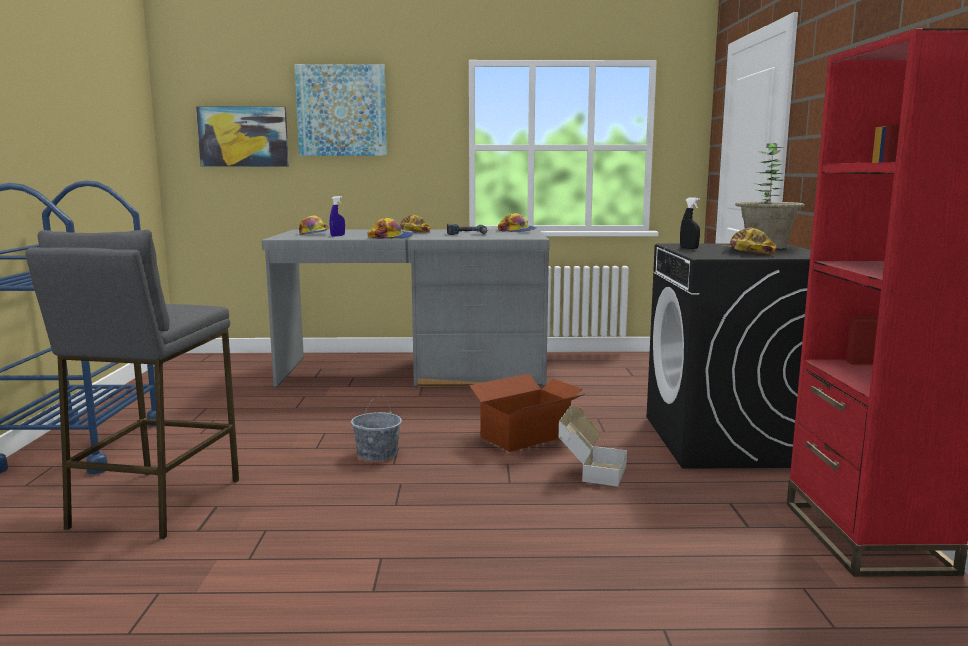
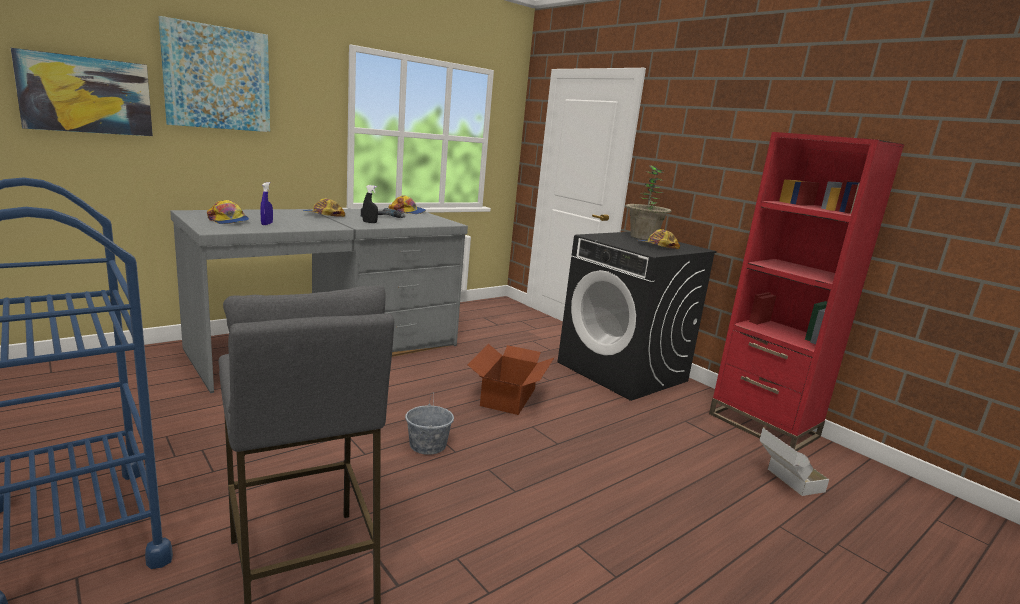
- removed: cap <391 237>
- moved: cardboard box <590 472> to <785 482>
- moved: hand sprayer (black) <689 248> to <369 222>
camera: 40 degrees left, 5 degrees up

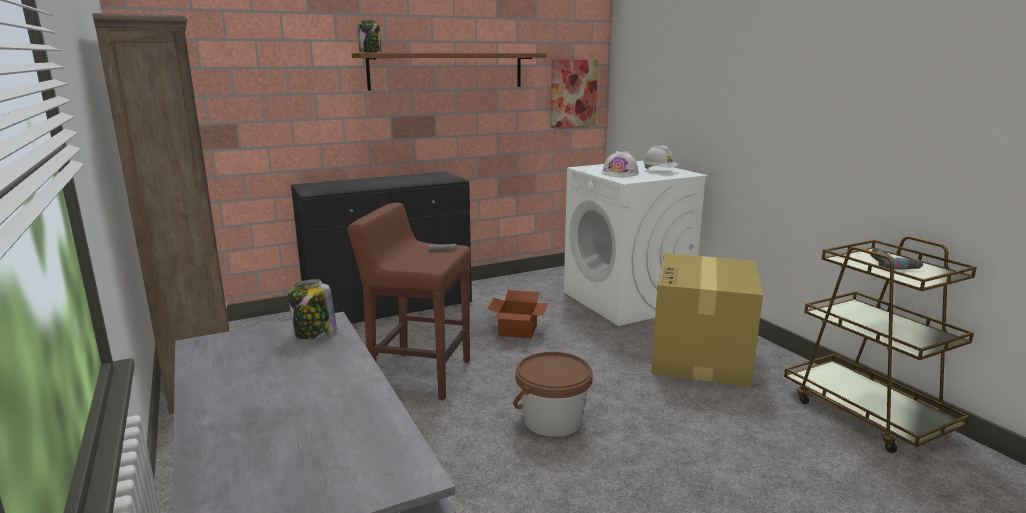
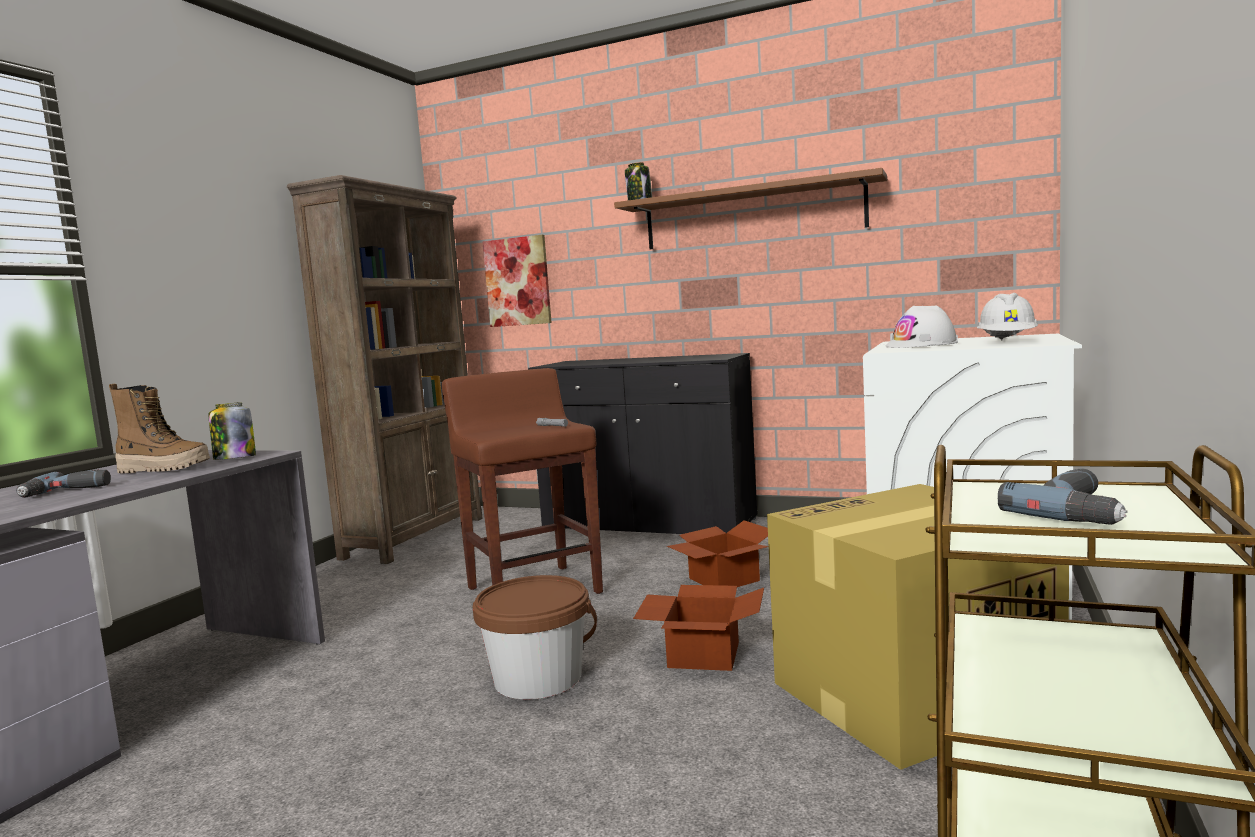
- added: power drill <66 491>
- added: tall boot <164 469>
- added: cardboard box <701 654>
- moved: wall art <573 93> to <517 281>
camera: 50 degrees right, 10 degrees down

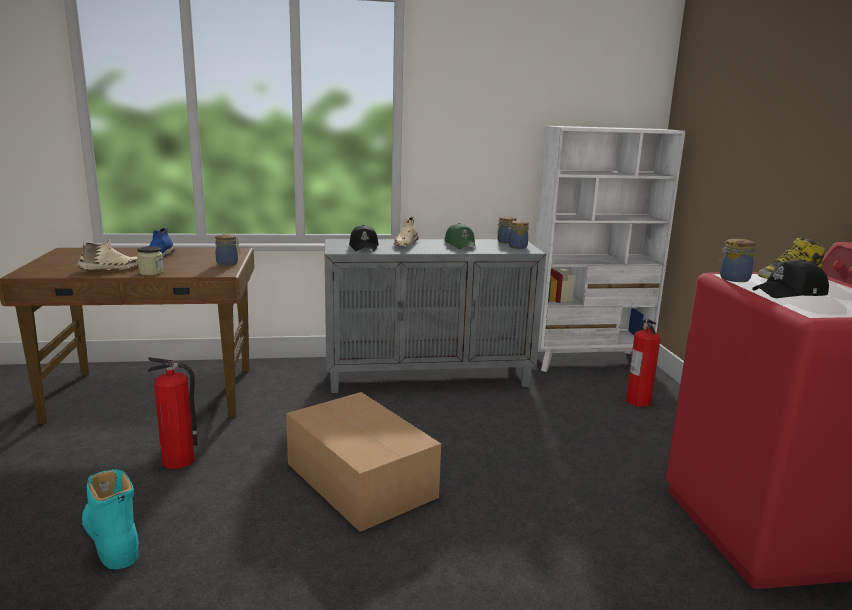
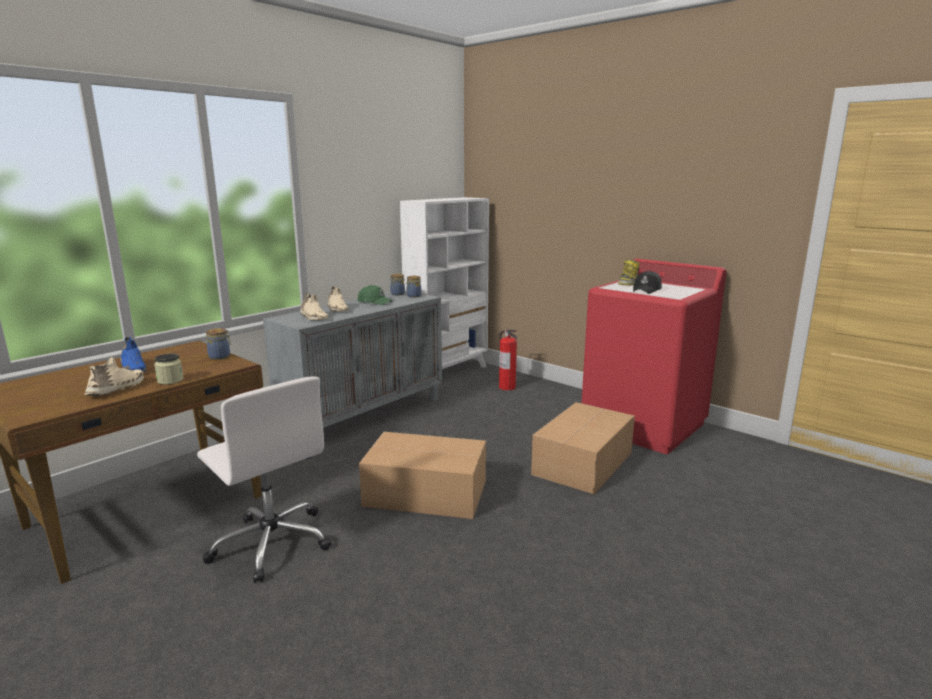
- removed: tall boot (turquoise) <111 539>
- removed: preserve jar <733 278>
- added: cardboard box <584 463>
- replaced: fire extinguisher <179 460> to desk chair (whitish) <271 542>
- replaced: cap (black) <364 247> to item of footwear (sand-coloured) <313 317>
camera: 40 degrees left, 0 degrees up

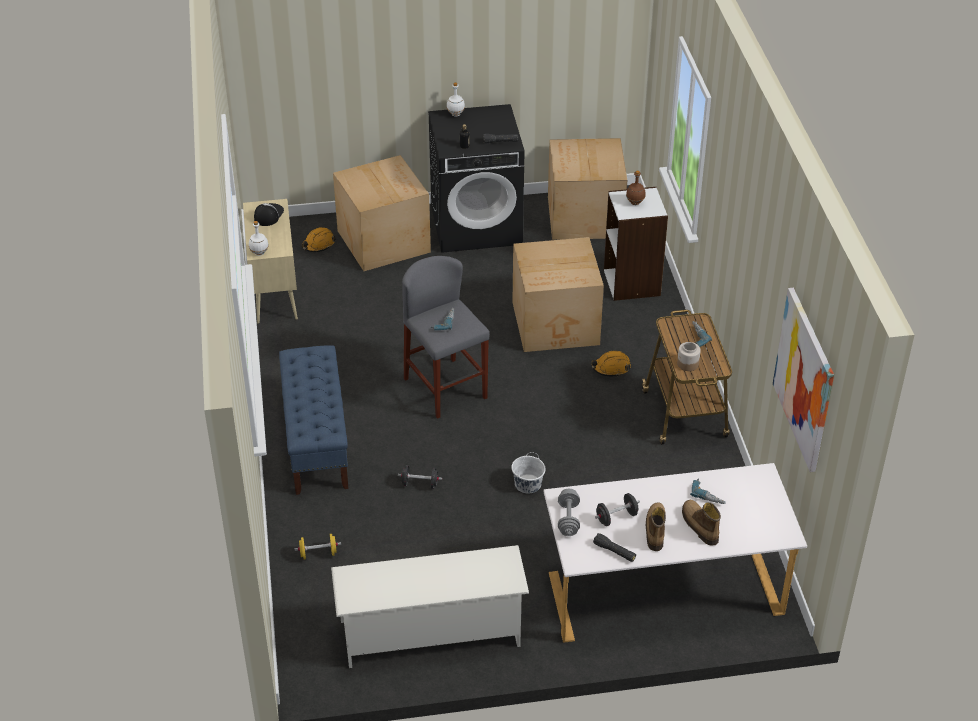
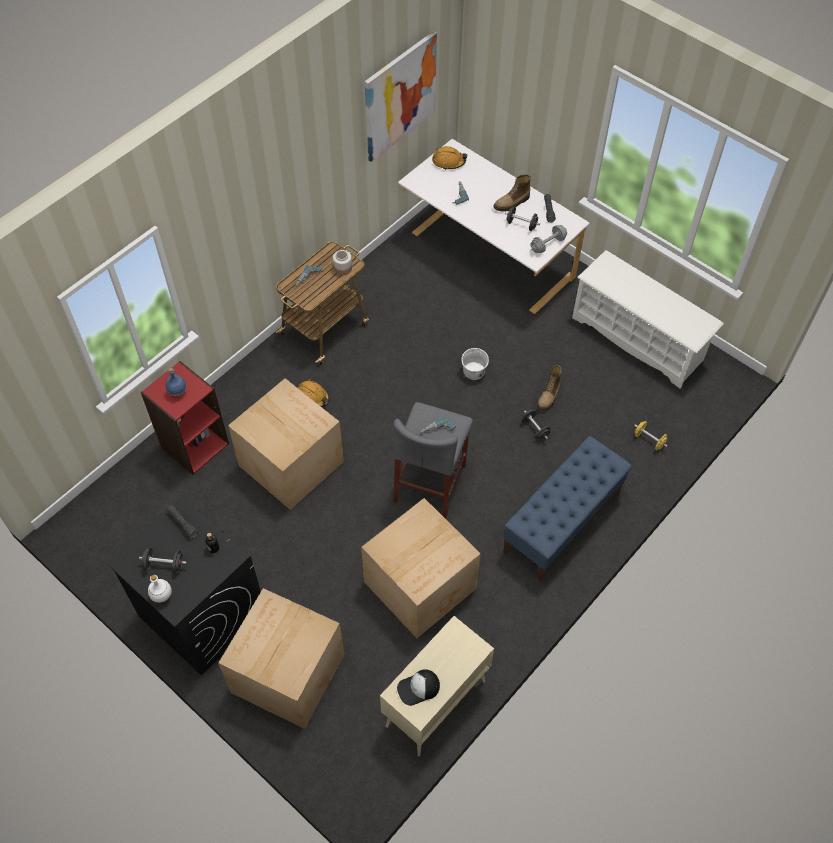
- removed: drink bottle (whitish) <259 253>
- added: hand weight (black) <164 565>
- moved: hard hat (orange) <318 244> to <448 161>
- moved: cardboard box <583 218> to <422 585>
- moved: tall boot <699 526> to <549 396>
- recoloured: bookshelf (whitish) <632 282> to bookshelf (red-coloured) <194 445>
- recoloured: drink bottle (brownish) <634 202> to drink bottle (blue) <178 392>
camera: 130 degrees left, 15 degrees up

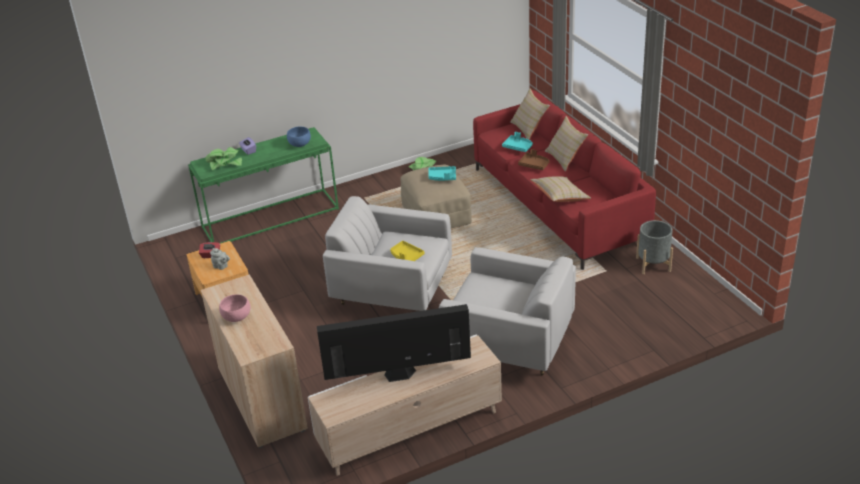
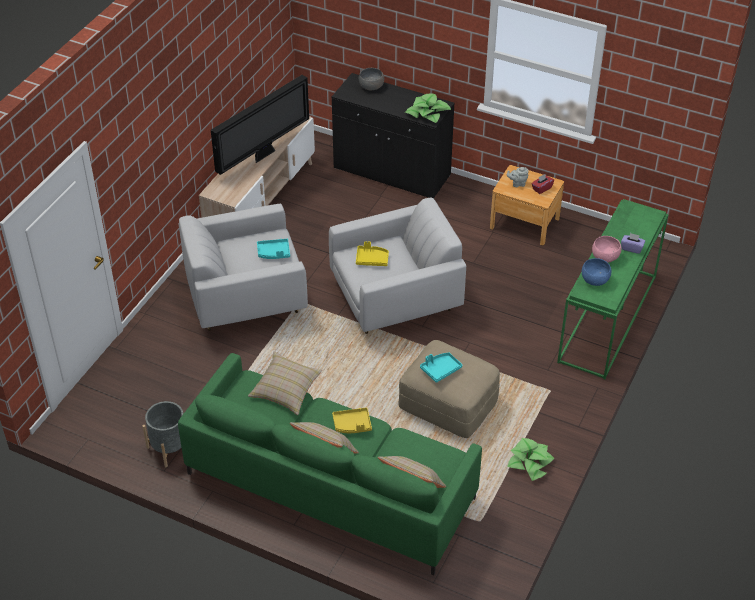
- added: serving bowl (grey) <371 86>
- moved: houseplant <224 163> to <428 113>
- moved: serving bowl (pink-coloured) <236 317> to <605 257>
- moved: tray (turquoise) <517 147> to <274 253>
- recoloured: cabinet (sand-coloured) <262 399> to cabinet (black) <392 172>
- recoloured: settee (red-coloured) <557 206> to settee (green-coloured) <331 485>
- recoloured: tray (brownish) <534 165> to tray (yellow) <352 425>
camera: 140 degrees right, 10 degrees up

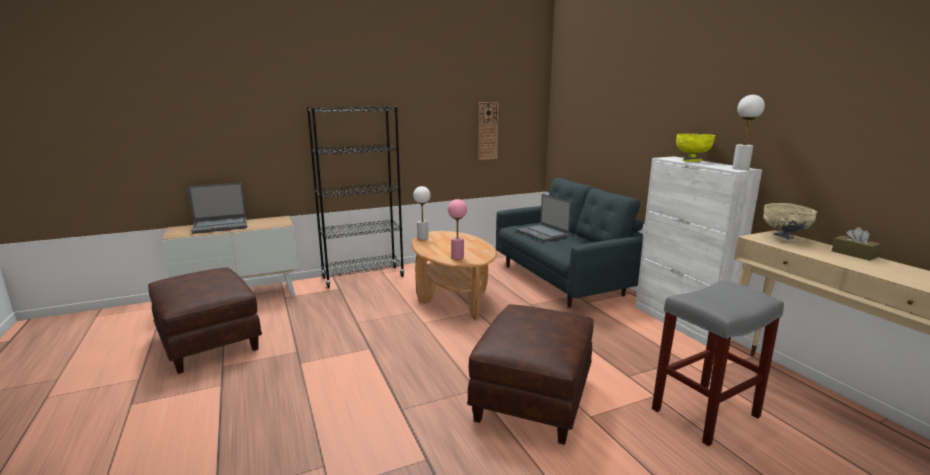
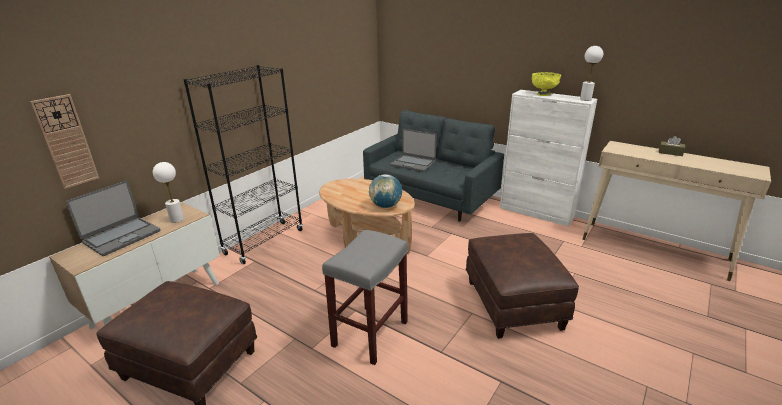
- removed: serving bowl (sand-coloured) <783 239>
- moved: tabletop lamp (whitish) <422 238> to <176 219>
- moved: wall clock <487 131> to <66 142>
- moved: stool seat (grey) <705 412> to <370 333>
- replaced: tabletop lamp (pink-coloured) <457 257> to globe <385 206>
camera: 30 degrees left, 10 degrees up

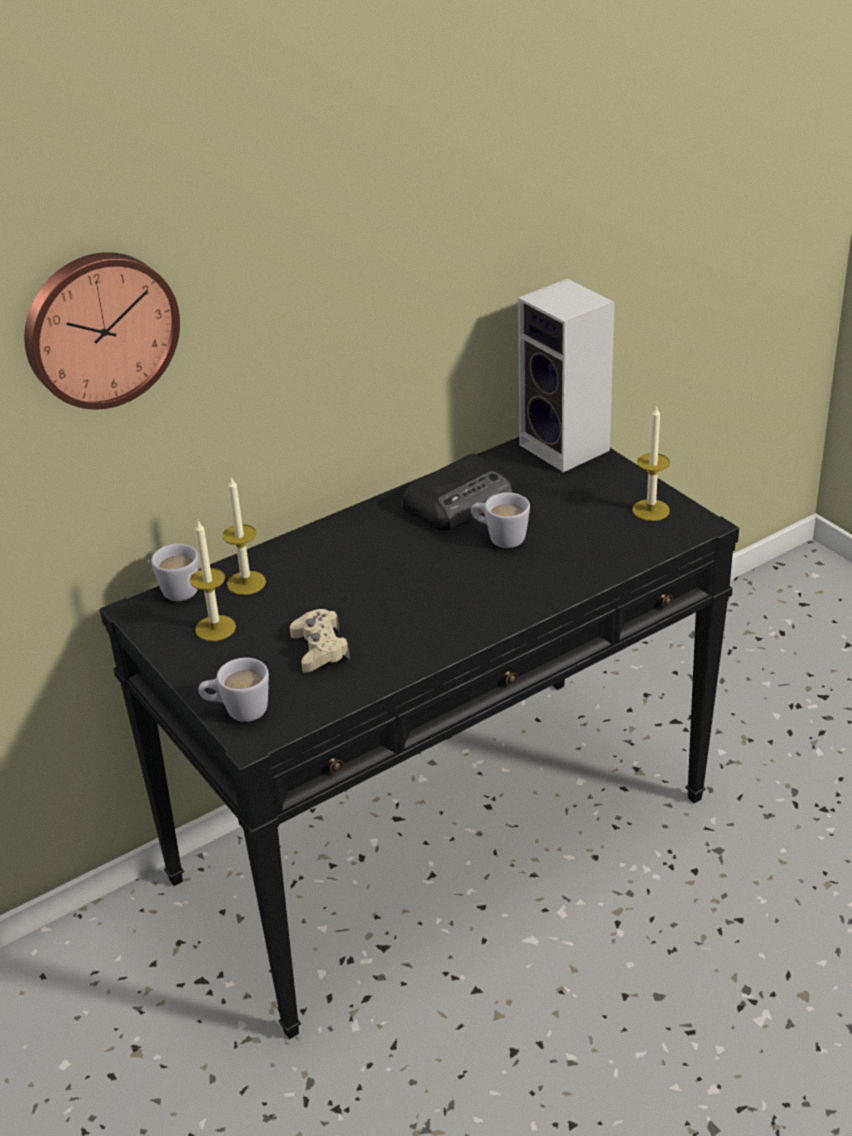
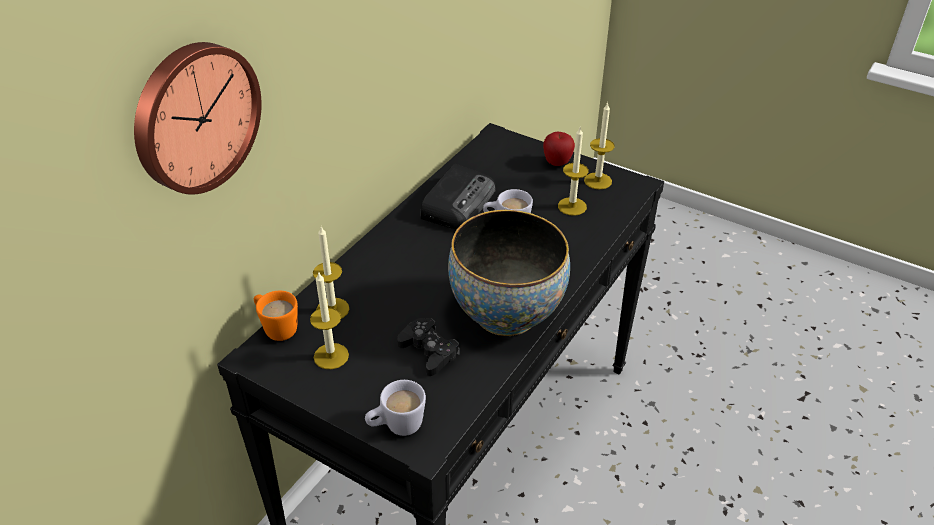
- removed: audio speaker <568 448>
- added: serving bowl <506 314>
- added: apple <557 163>
- added: wax candle <572 206>
- recoloured: coffee mug (whitish) <178 588> to coffee mug (orange) <276 328>
- recoloured: gamepad (sand-coloured) <320 648> to gamepad (black) <429 351>
camera: 25 degrees left, 5 degrees up

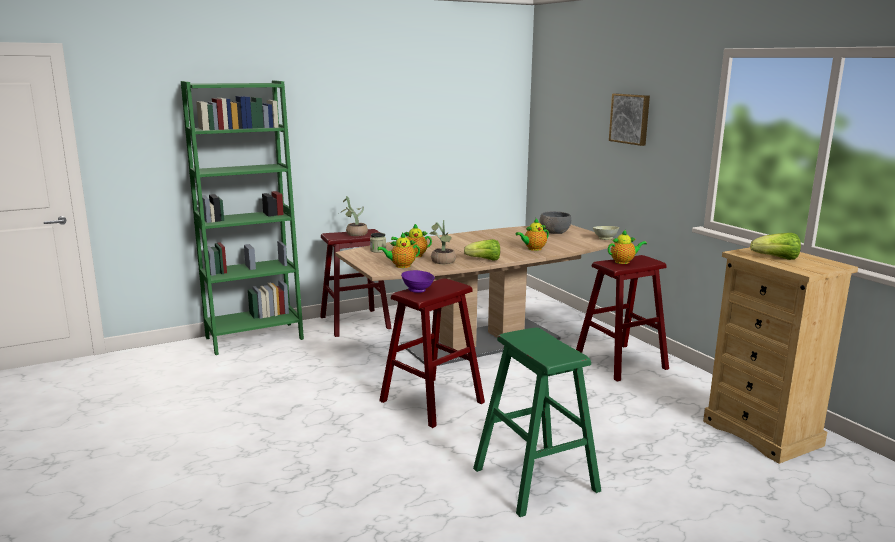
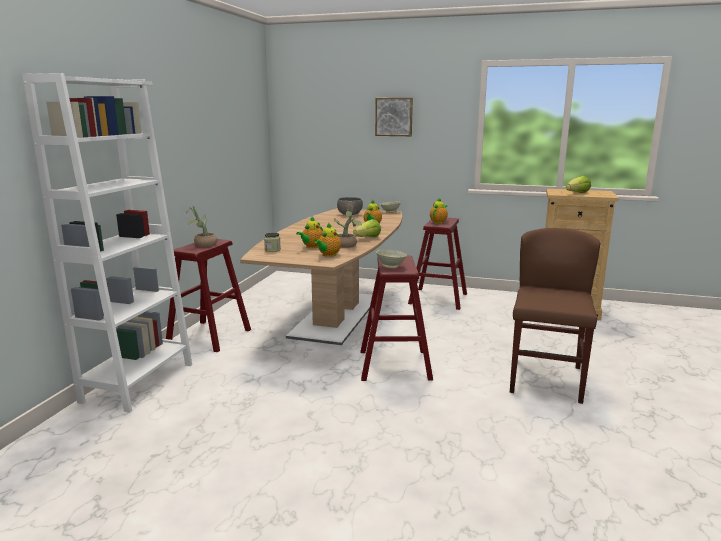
- replaced: stool seat (green-coloured) <535 480> to plain chair (brownish) <545 379>
- recoloured: bookshelf (green-coloured) <254 338> to bookshelf (whitish) <138 382>
- recoloured: serving bowl (purplish) <417 290> to serving bowl (sand-coloured) <391 267>
camera: 45 degrees left, 0 degrees up

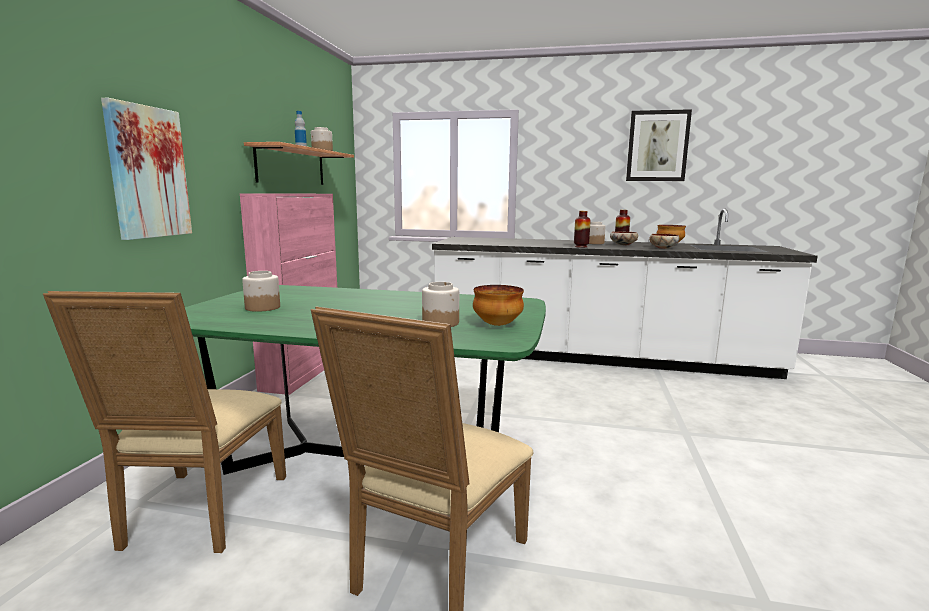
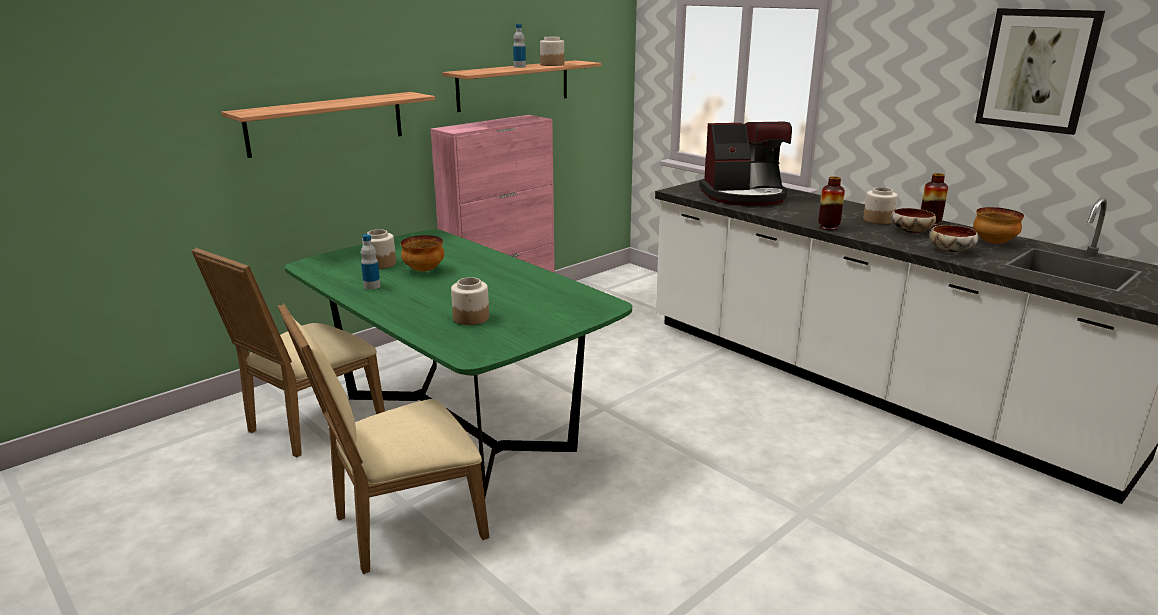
- added: drink bottle <372 286>
- added: coffee maker <744 196>
- moved: serving bowl <497 324> to <424 270>
- replaced: wall art <148 172> to wall shelf <326 123>
camera: 35 degrees right, 10 degrees up

